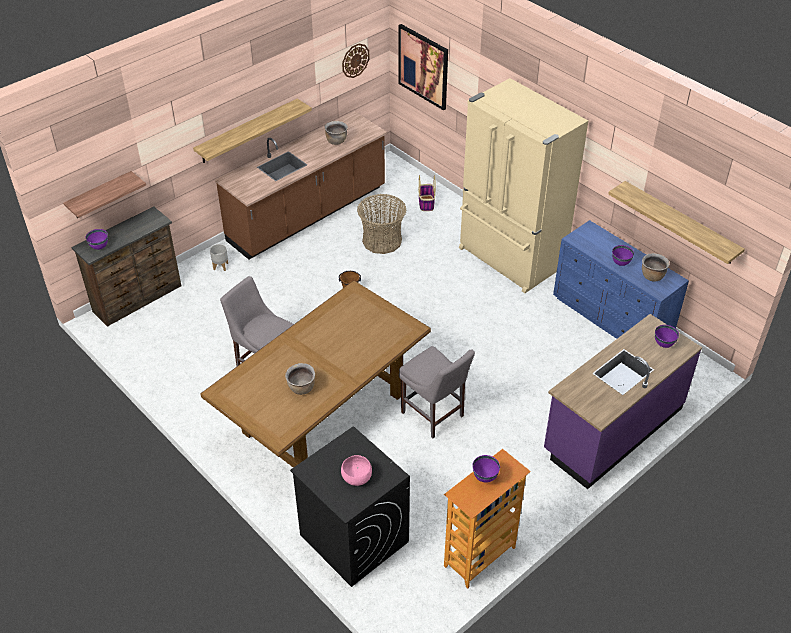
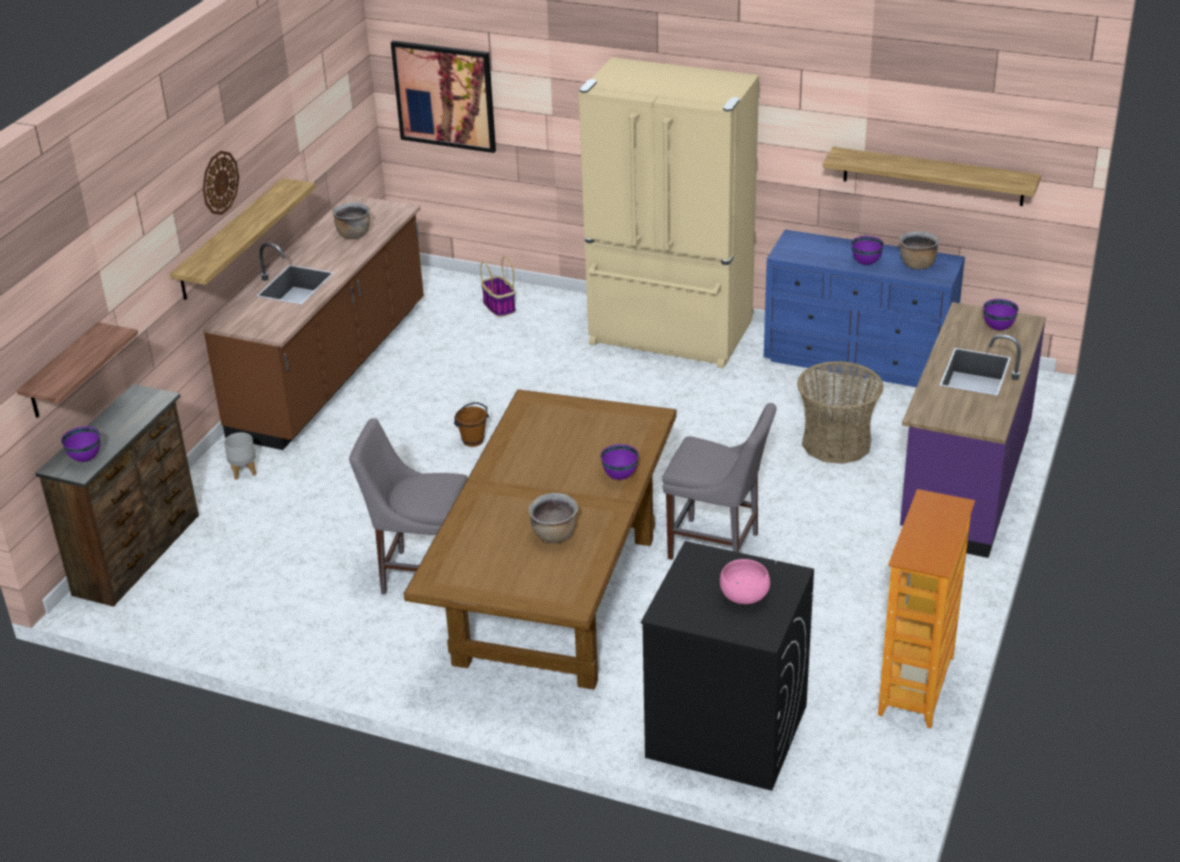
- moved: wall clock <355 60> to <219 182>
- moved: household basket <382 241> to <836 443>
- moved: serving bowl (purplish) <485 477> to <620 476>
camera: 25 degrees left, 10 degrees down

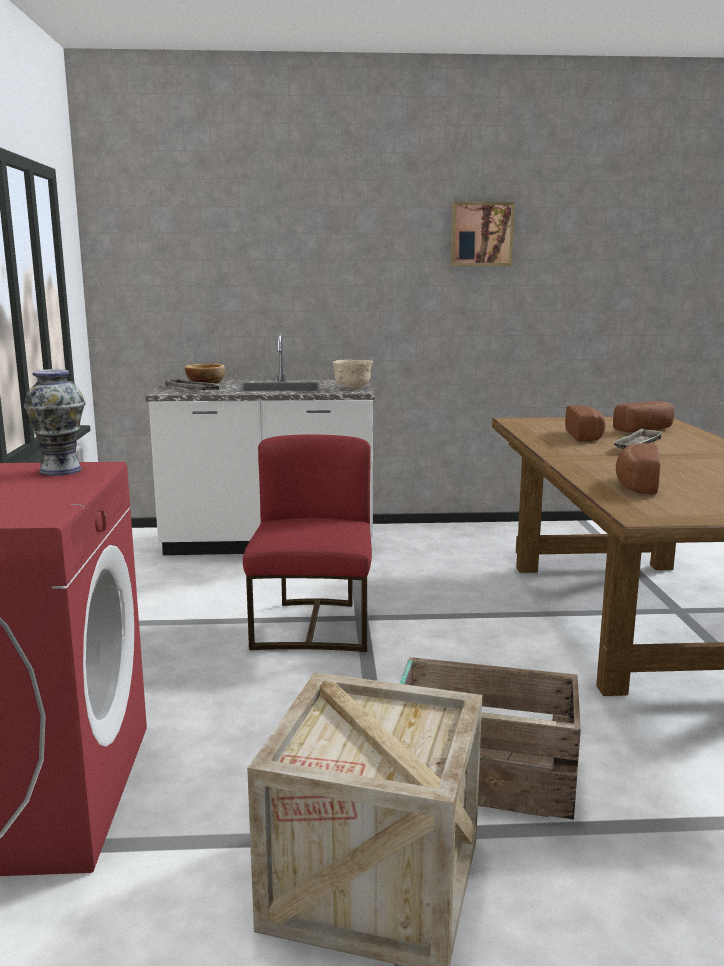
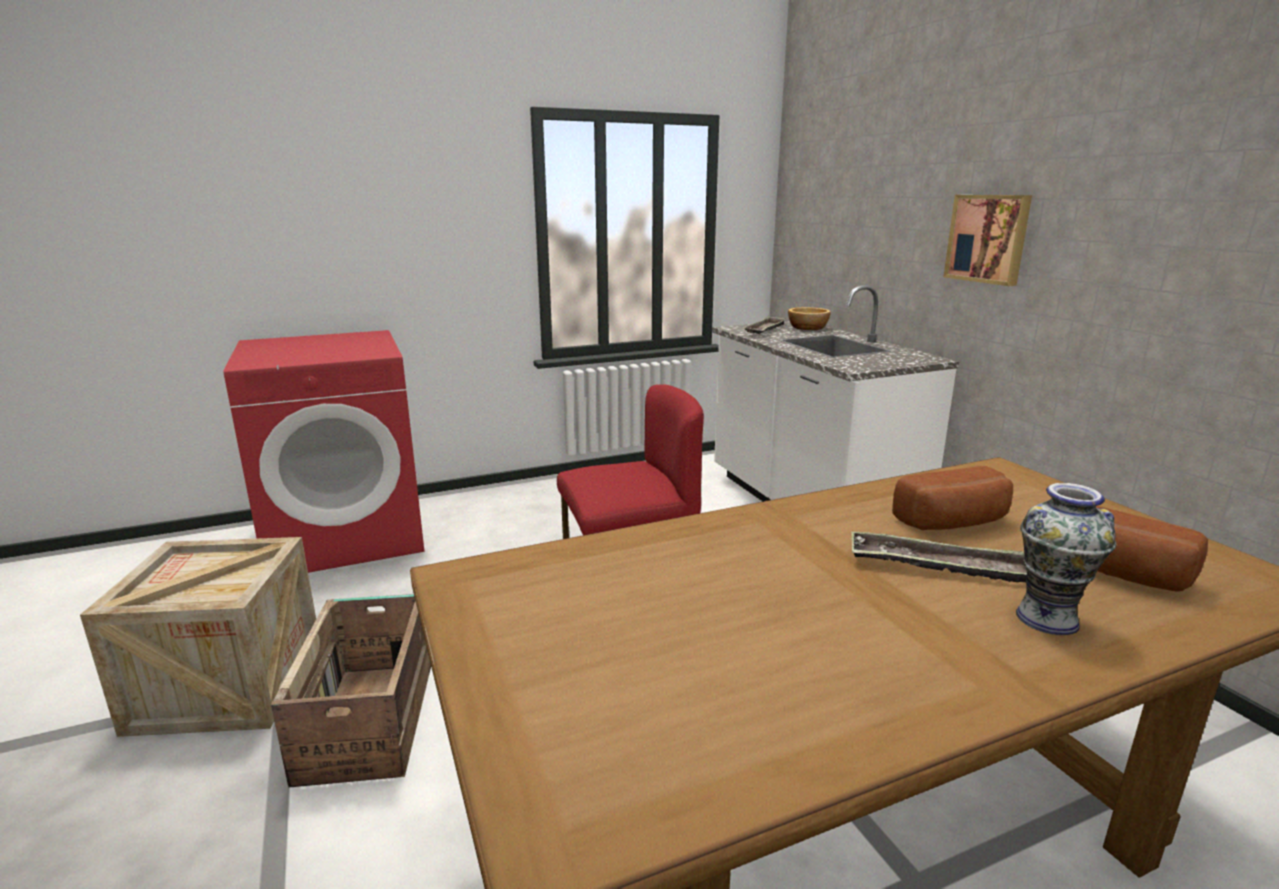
- removed: serving bowl (sand-coloured) <352 388>
- removed: bread <635 484>
- moved: decorative vase <60 470> to <1047 618>
- moved: wall art <481 234> to <988 238>
camera: 70 degrees right, 5 degrees up

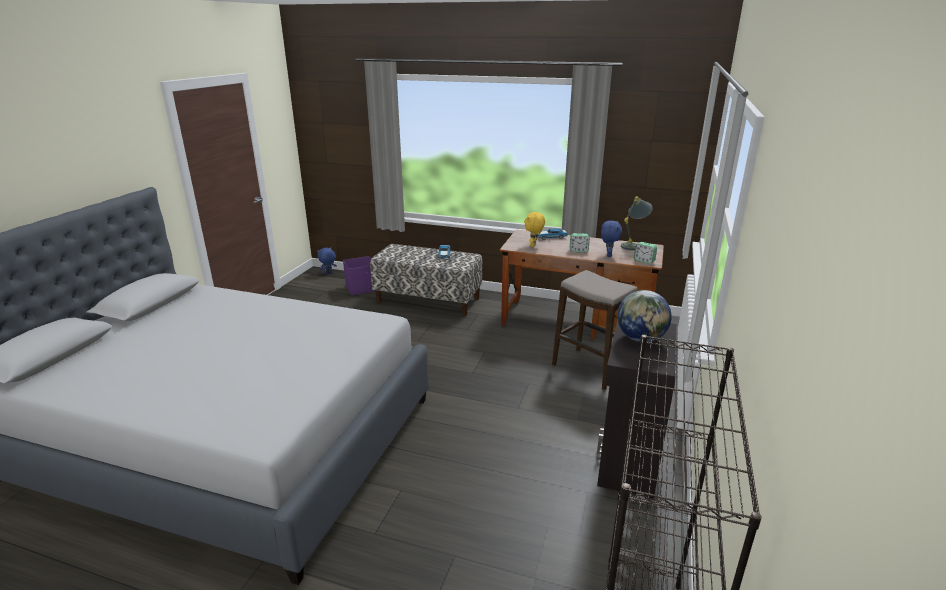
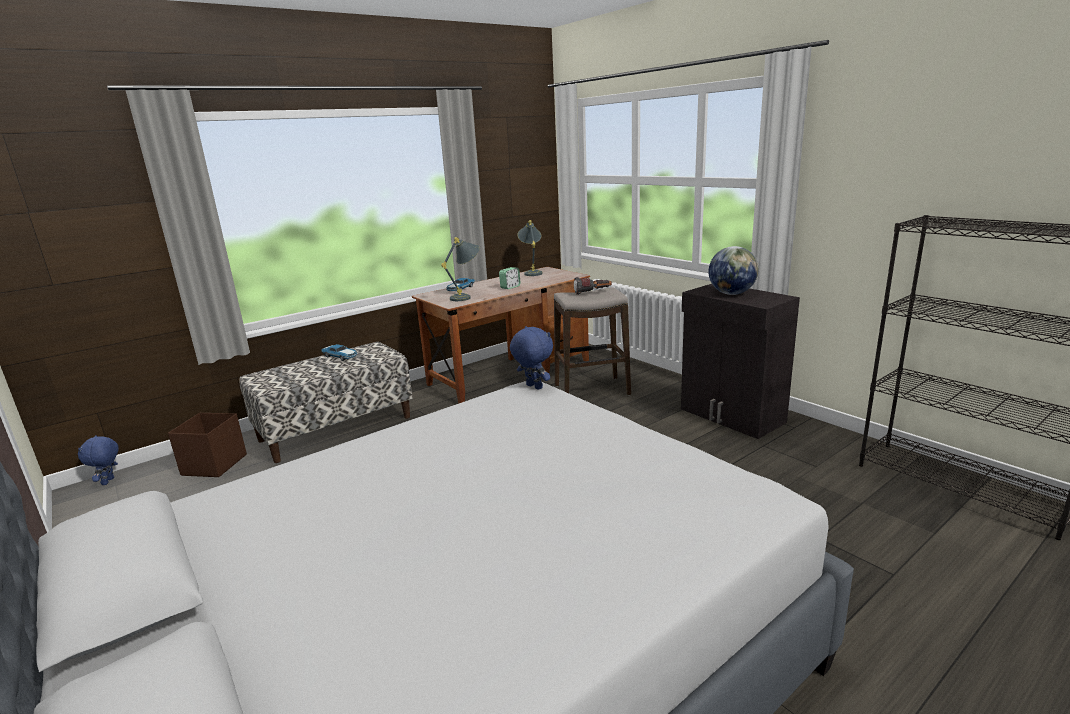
- removed: bedside clock <644 261>
- added: torch <593 293>
- moved: plush toy (blue) <608 255> to <533 387>
- replaced: plush toy (yellow) <533 245> to tabletop lamp (grey) <467 297>
- recoloured: storage box (purplish) <362 288> to storage box (brownish) <215 464>
camera: 55 degrees left, 5 degrees down

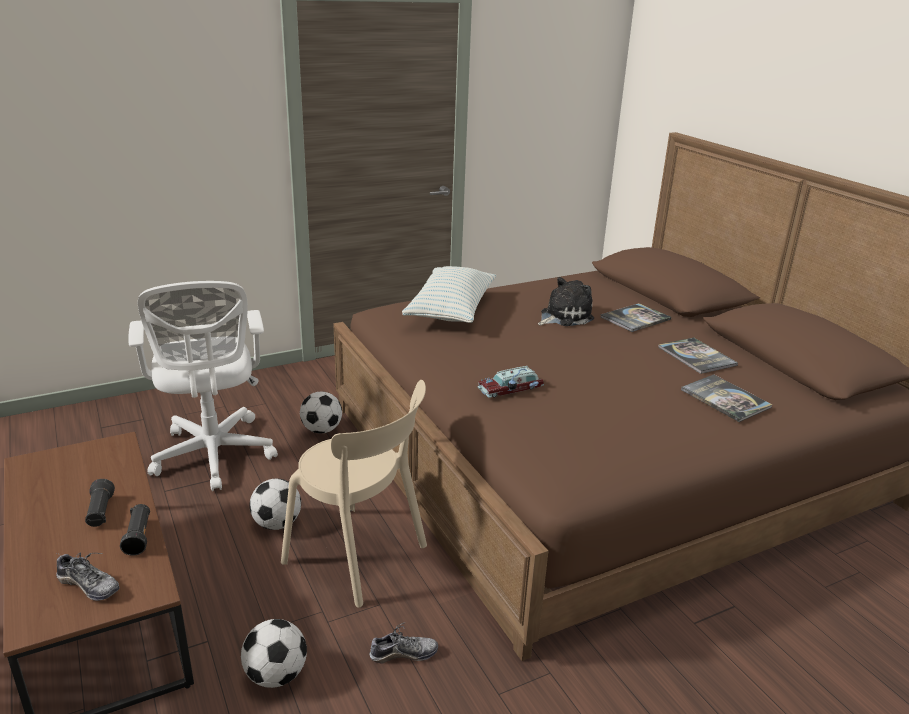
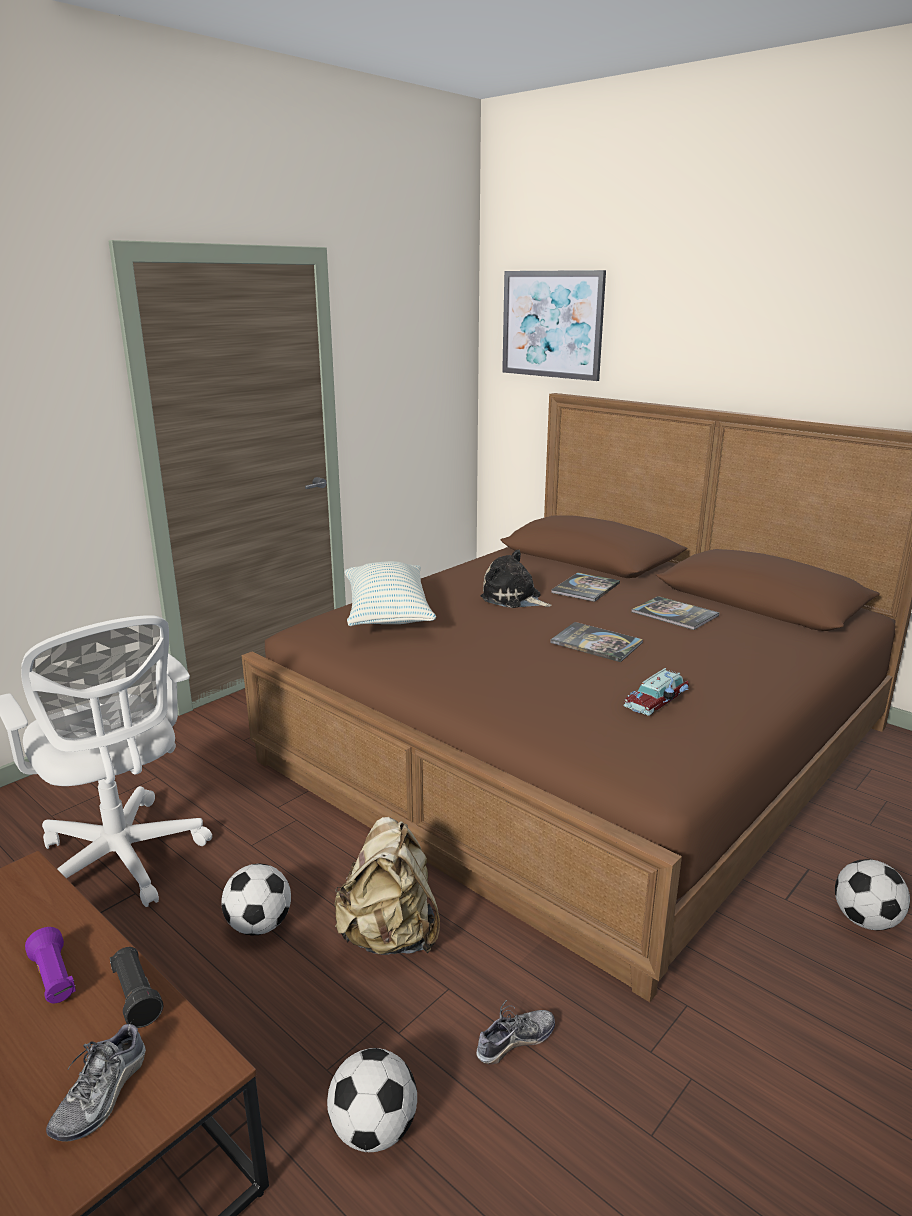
- added: wall art <552 324>
- moved: ball for football <322 430> to <865 920>
- moved: miniature car <512 388> to <658 699>
- moved: bound book <725 399> to <596 643>
- replaced: plain chair (sand-coloured) <360 557> to knapsack (sand-coloured) <390 936>
- recoloured: torch (black) <100 512> to torch (purplish) <54 979>
- turned: item of footwear <89 585> = <102 1094> 105 degrees clockwise
- turned: plush toy <563 316> = <513 598> 90 degrees counterclockwise
camera: 20 degrees left, 5 degrees down

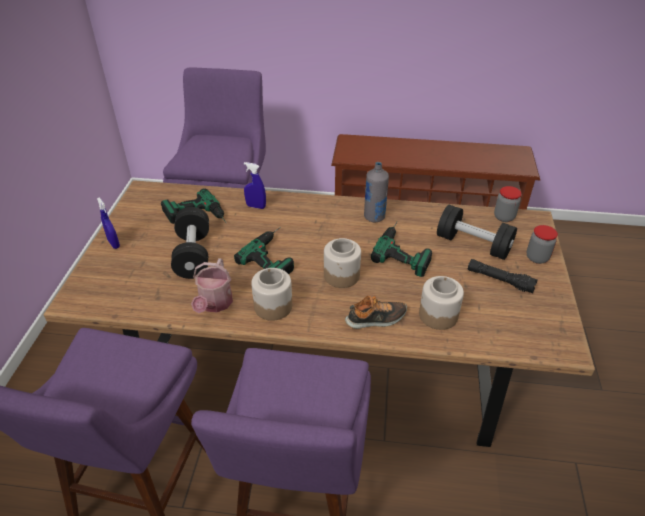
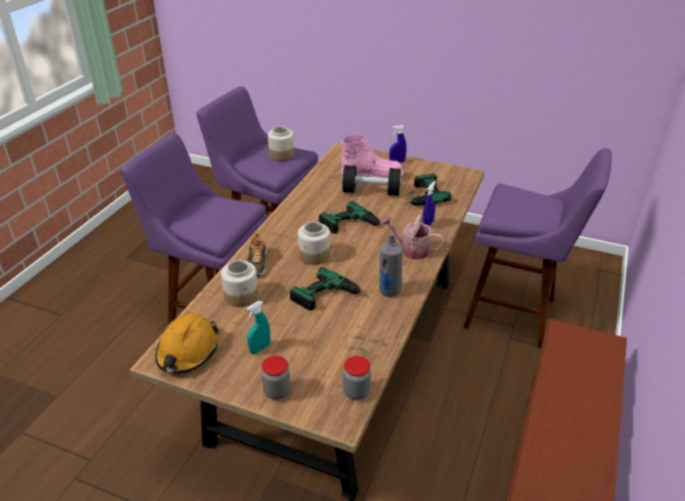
- removed: hand weight (black) <473 244>
- added: hard hat (orange) <188 351>
- added: tall boot (pink-coloured) <371 176>
- moved: watering can <214 304> to <411 250>
- moved: preserve jar <273 306> to <282 155>
- replaced: torch (black) <499 280> to hand sprayer (turquoise) <260 348>
camera: 105 degrees right, 5 degrees down

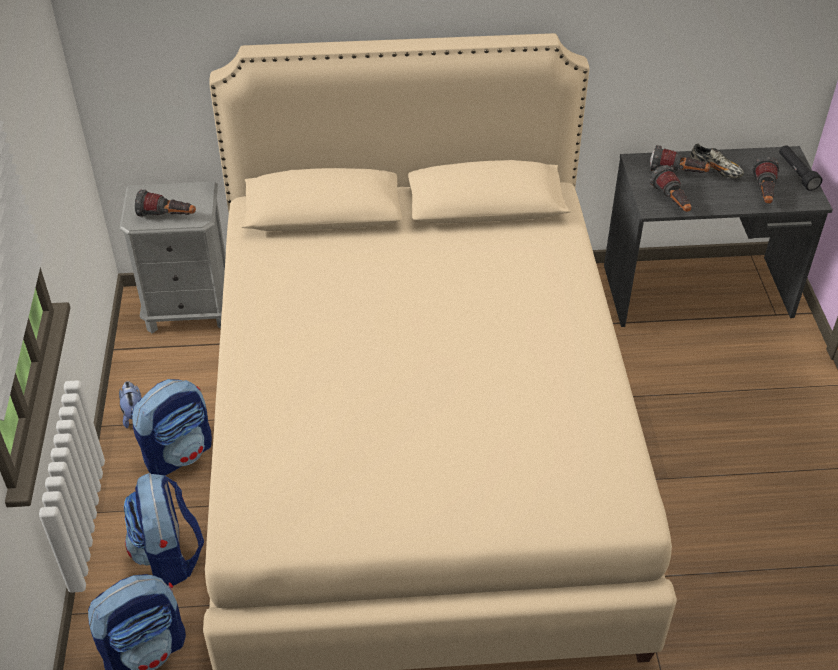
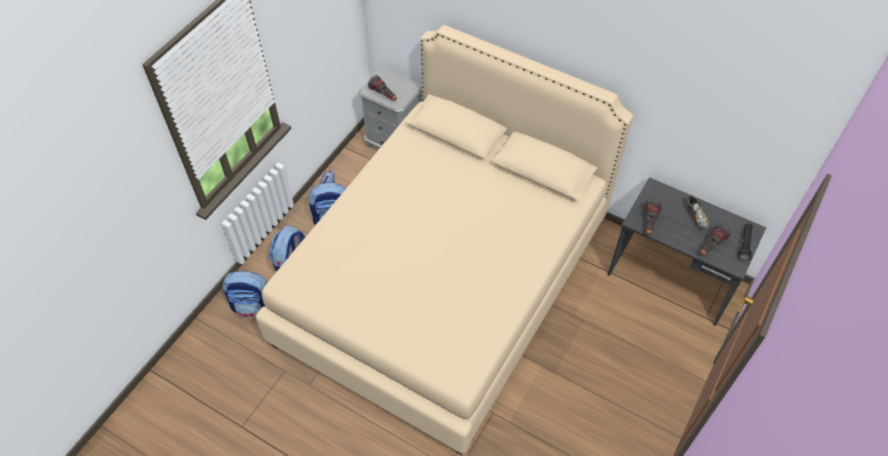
- removed: torch <677 173>
camera: 35 degrees right, 10 degrees up

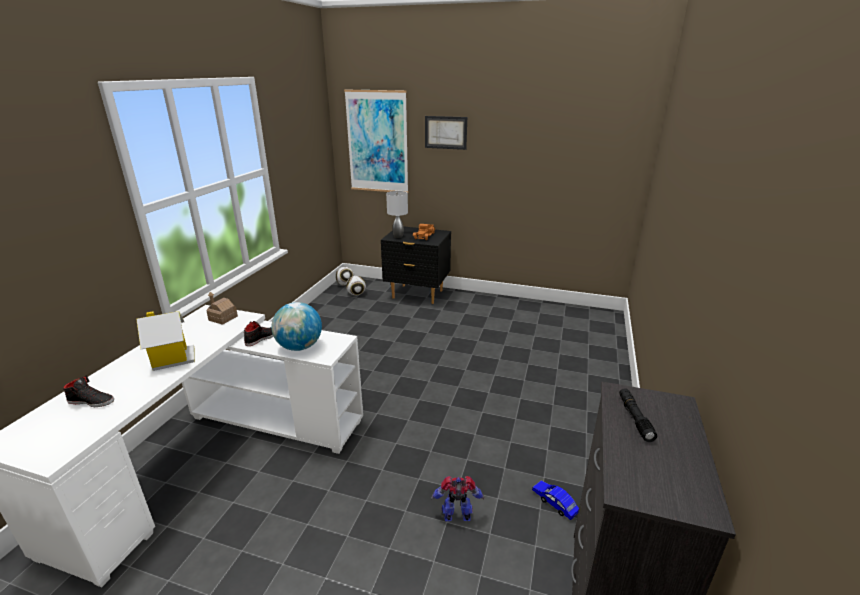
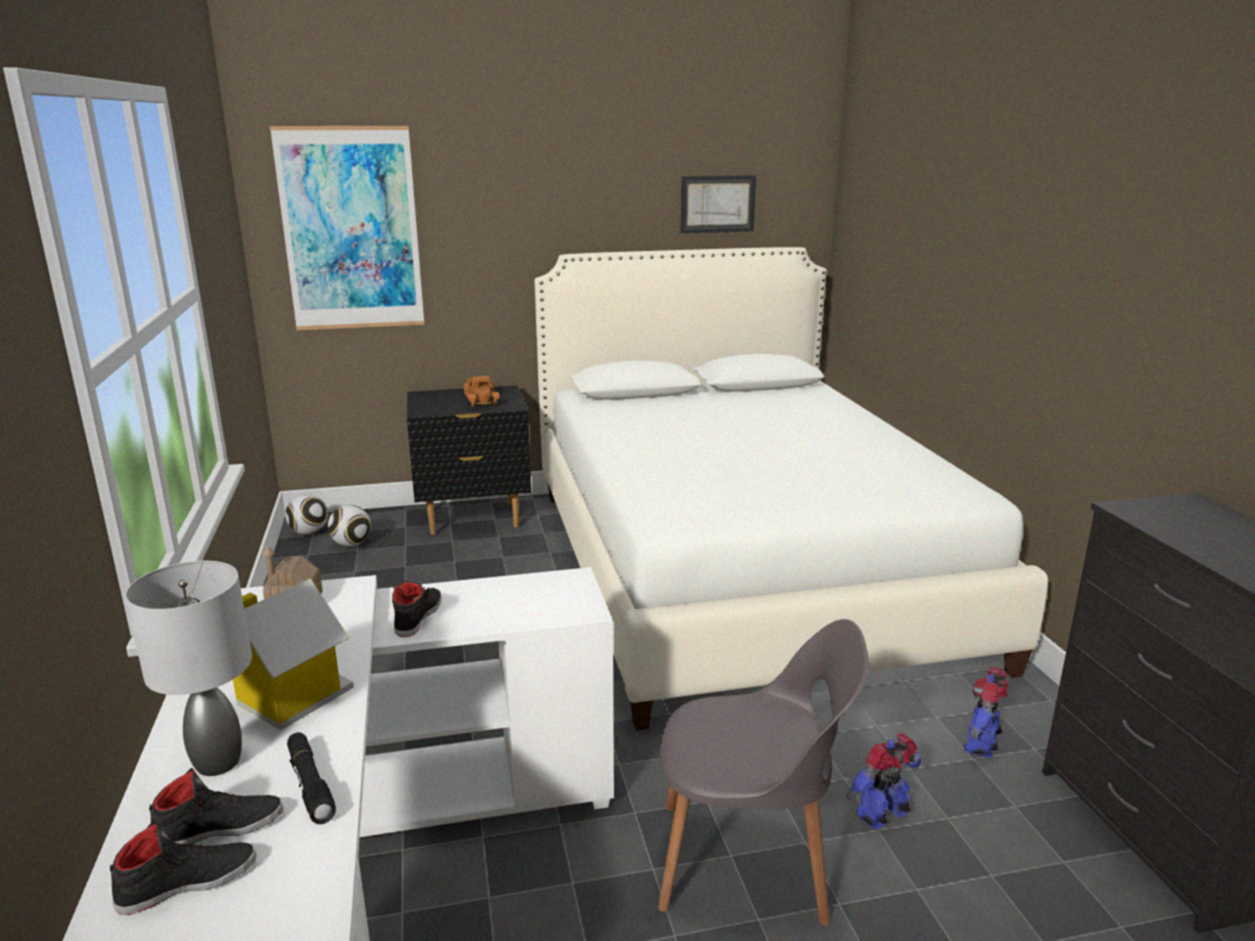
- removed: globe <299 347>
- added: item of footwear (black) <187 882>
- added: bedroom bed (whitish) <740 569>
- added: plain chair (grey) <748 861>
- moved: tabletop lamp (grey) <398 236> to <218 763>
- moved: wall art <445 132> to <717 204>
- moved: torch (black) <635 418> to <310 784>
- replaced: miniature car (blue) <554 503> to toy robot <981 744>
camera: 30 degrees left, 5 degrees down

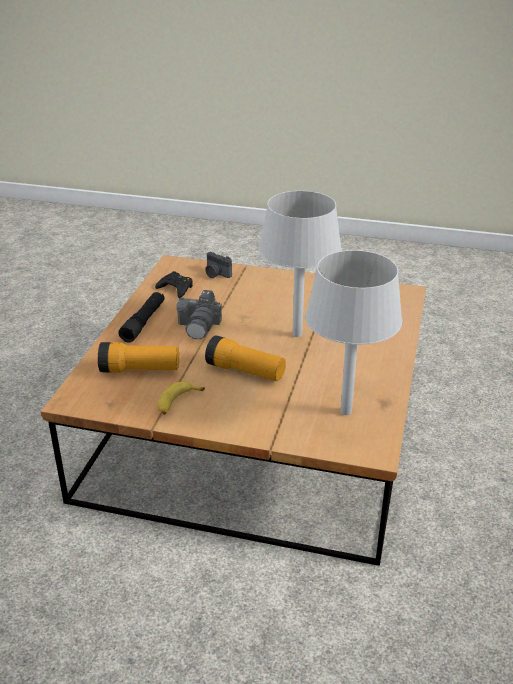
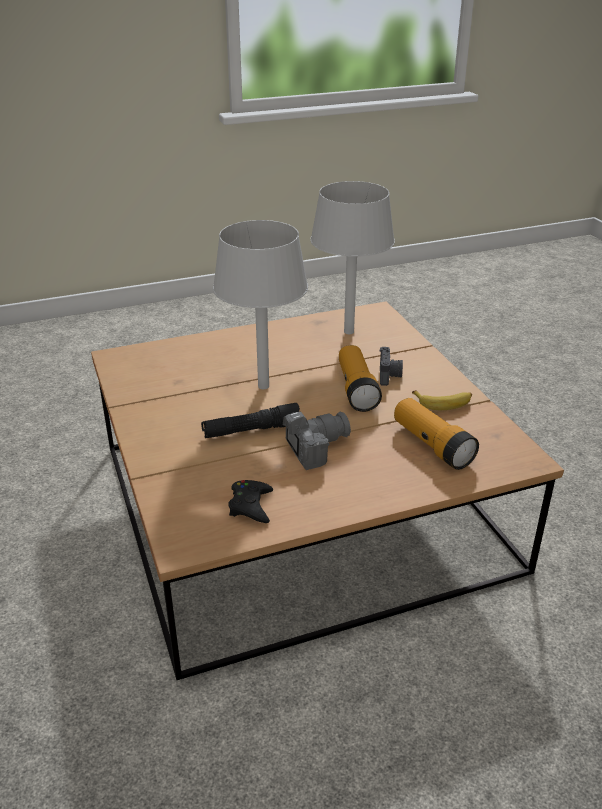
- moved: torch (black) <143 322> to <251 430>
- moved: photo camera <216 274> to <389 376>
camera: 125 degrees left, 0 degrees up

